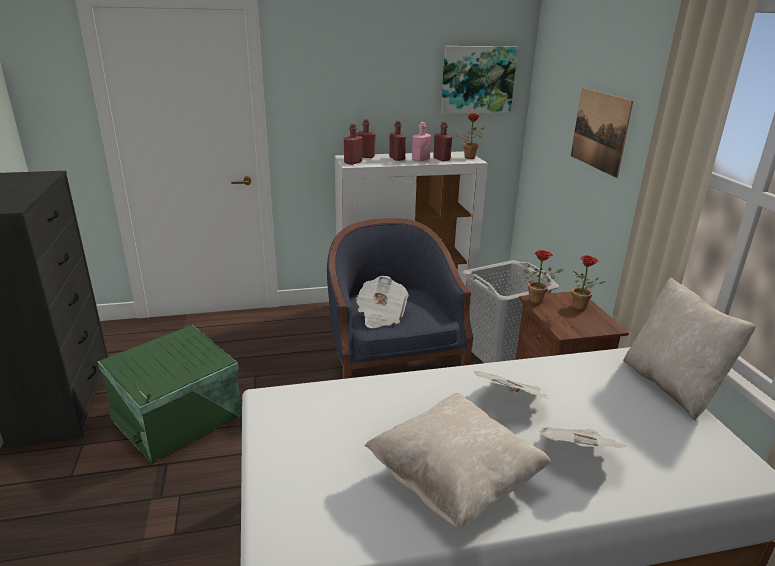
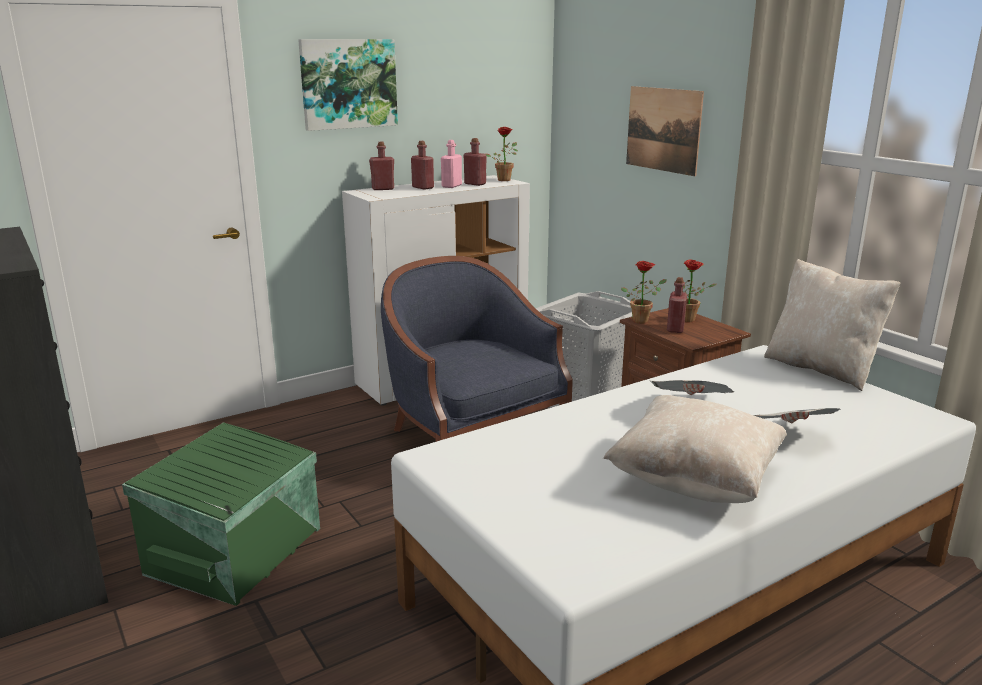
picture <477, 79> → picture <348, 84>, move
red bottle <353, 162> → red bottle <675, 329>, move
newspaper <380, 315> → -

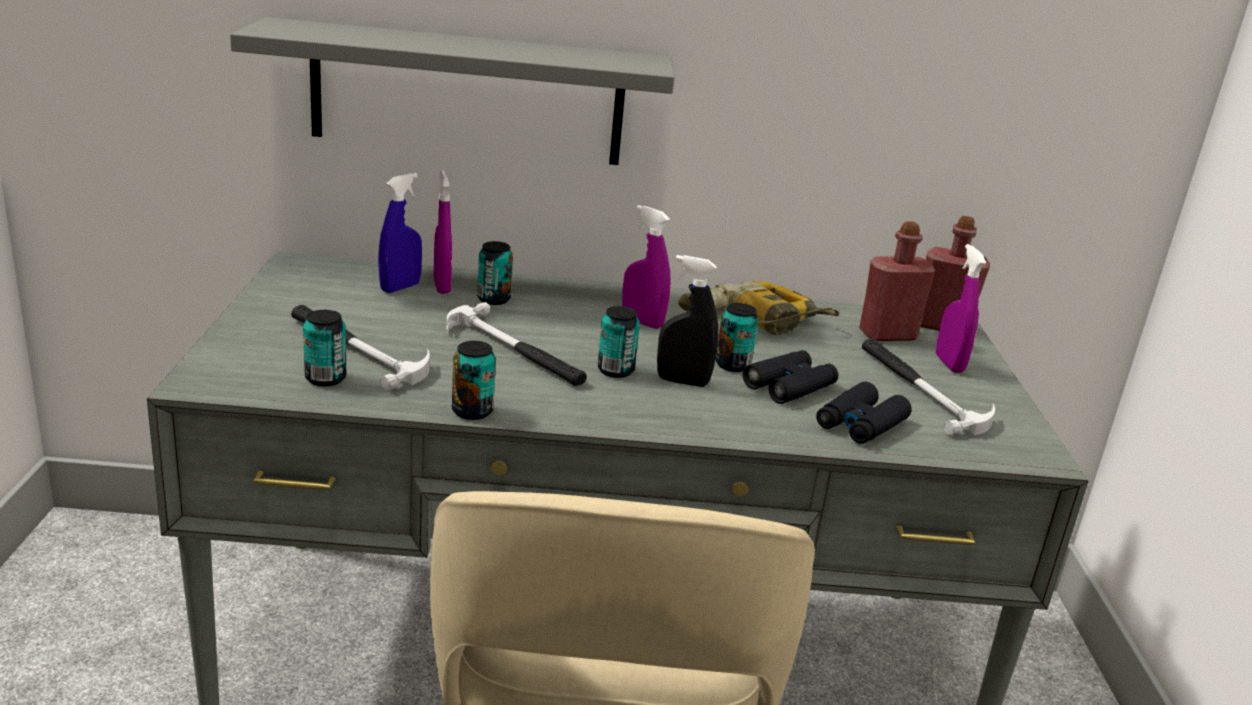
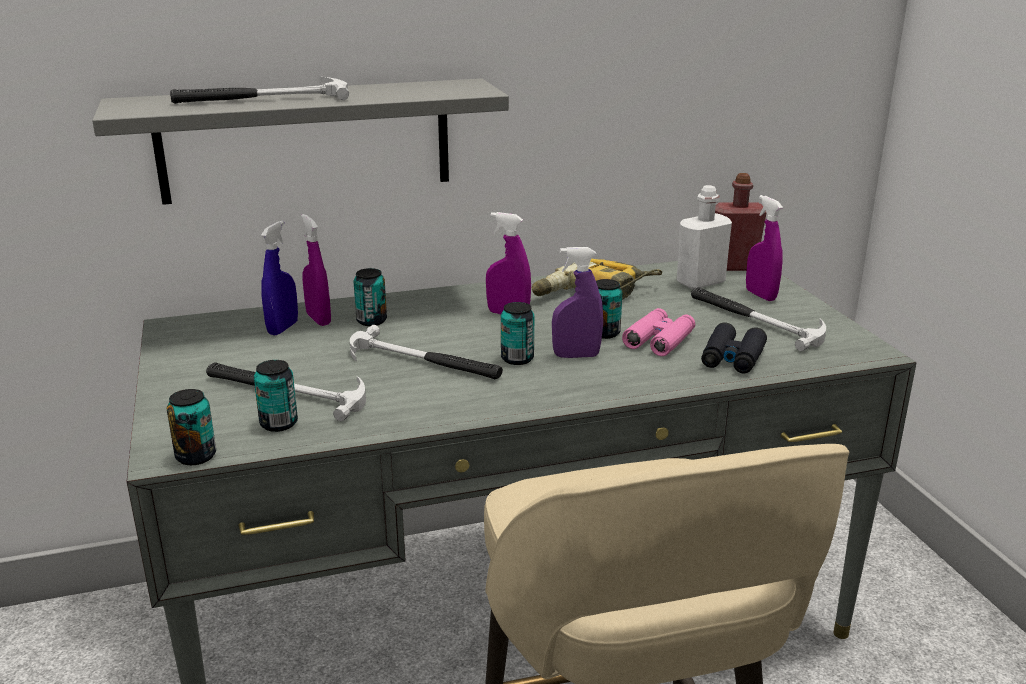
red bottle <887, 335> → white bottle <700, 282>
black spray bottle <682, 381> → purple spray bottle <576, 355>
can <472, 411> → can <196, 456>, move
black binoculars <789, 386> → pink binoculars <659, 340>
- → hammer <261, 99>

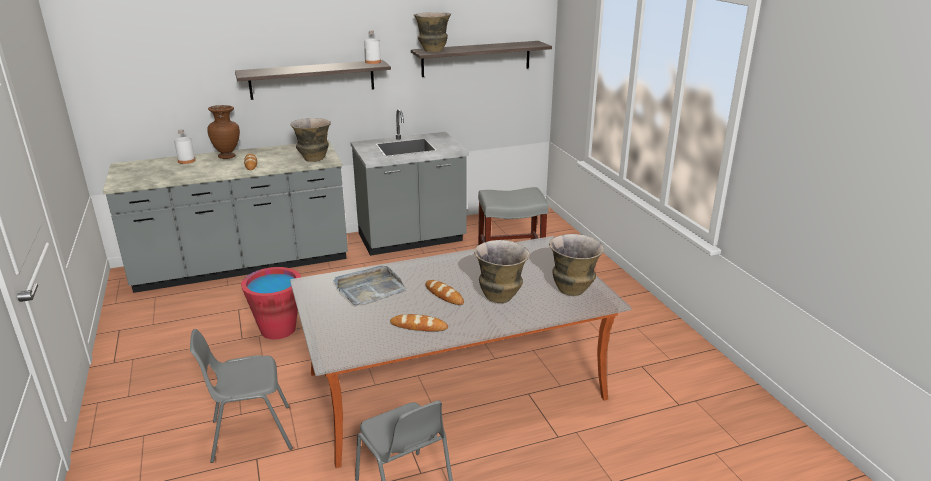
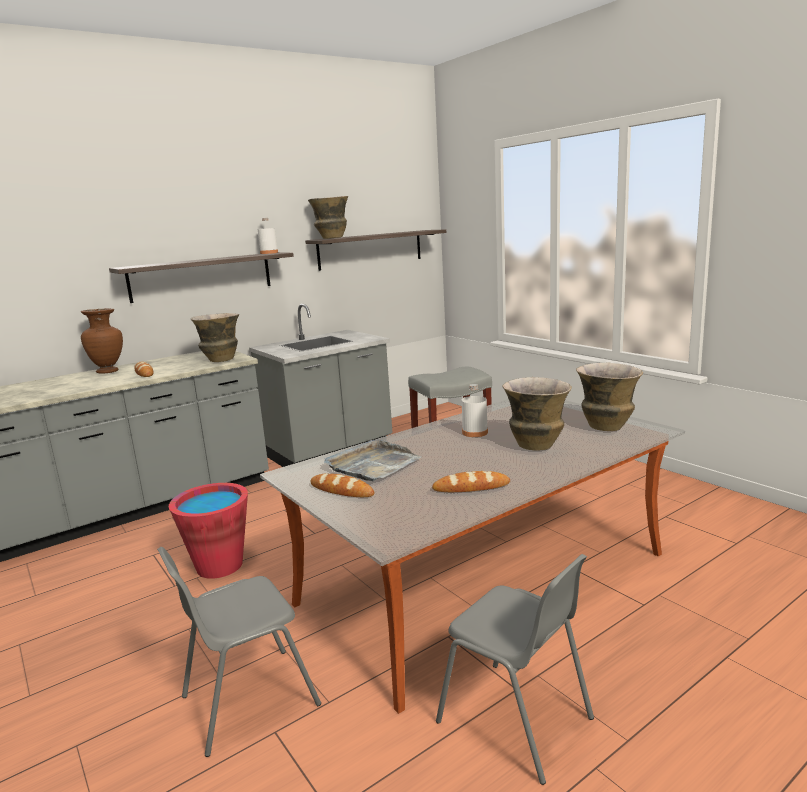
white bottle <186, 161> → white bottle <475, 432>, move
bread <444, 295> → bread <341, 490>, move

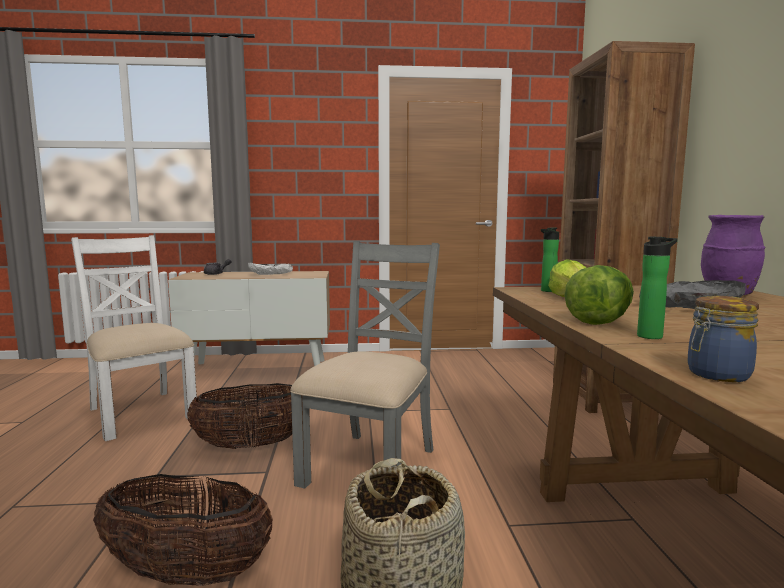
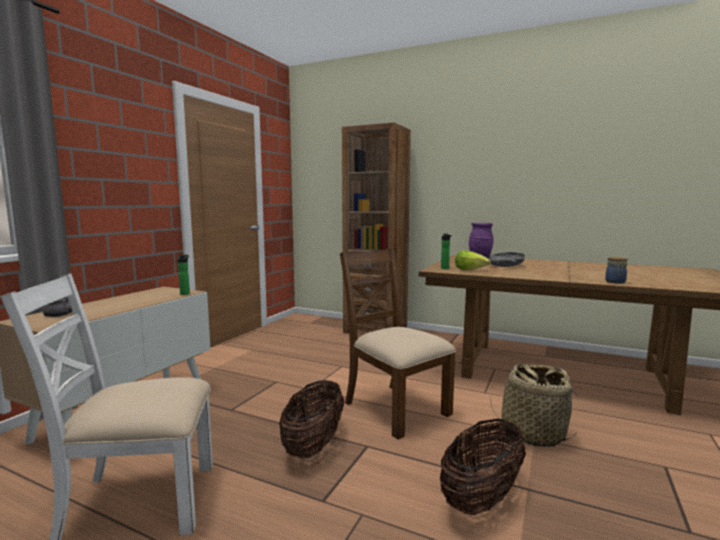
bottle <652, 336> → bottle <185, 293>, move
grey chair <371, 466> → brown chair <395, 408>
white bowl <270, 274> → -
lettuce <600, 320> → -

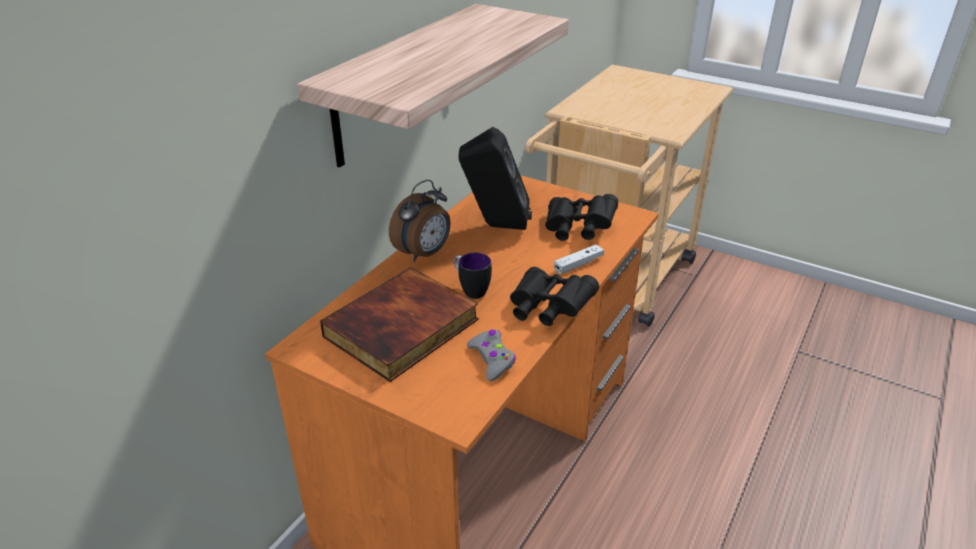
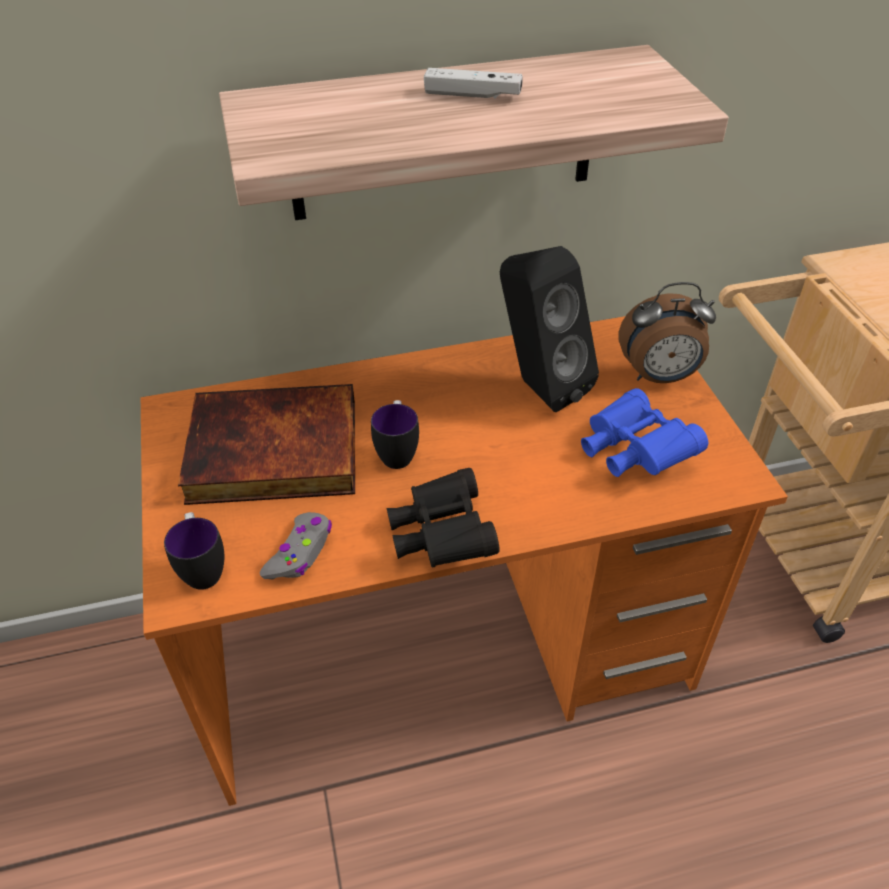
alarm clock <424, 254> → alarm clock <659, 377>, move
black binoculars <578, 229> → blue binoculars <633, 452>
white game controller <578, 264> → white game controller <472, 95>, move
- → mug <203, 568>

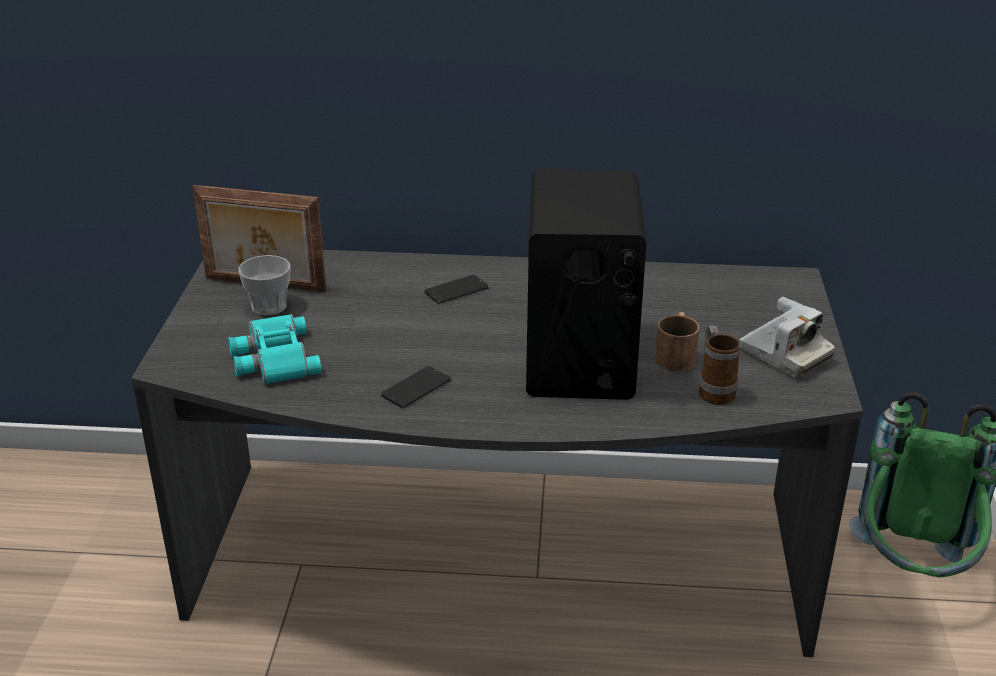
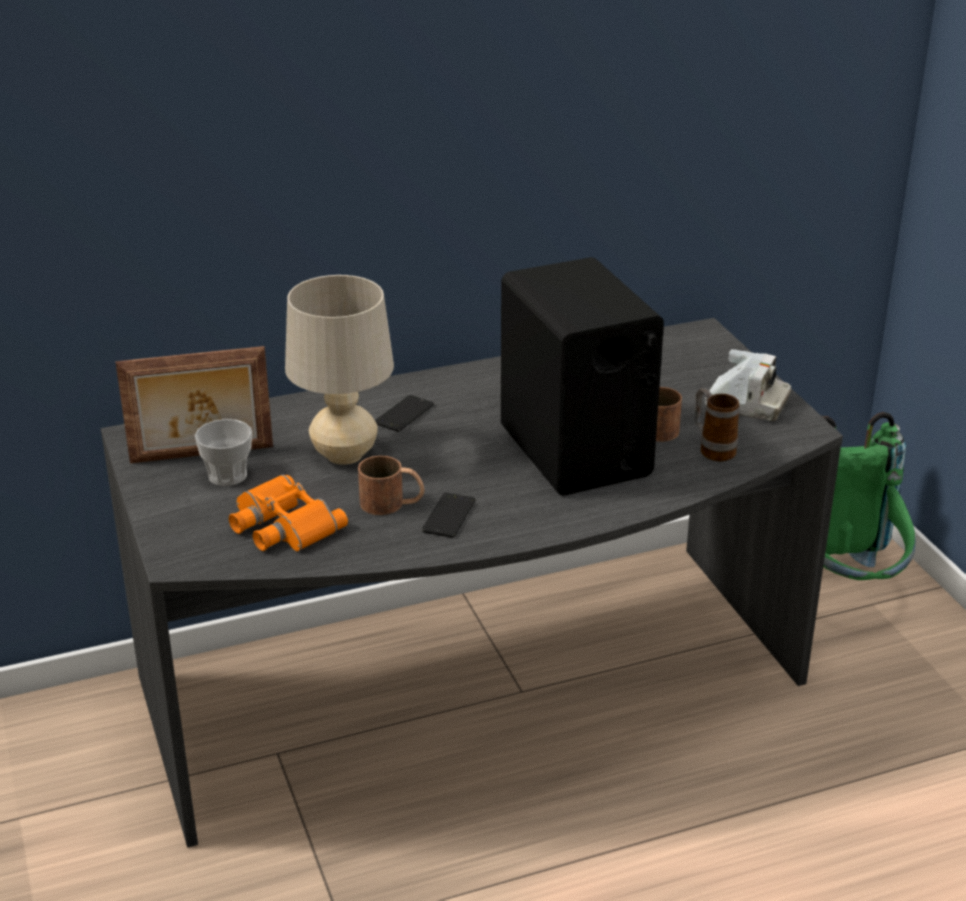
turquoise binoculars <273, 358> → orange binoculars <281, 525>
- → beige table lamp <344, 455>
- → brown mug <392, 503>

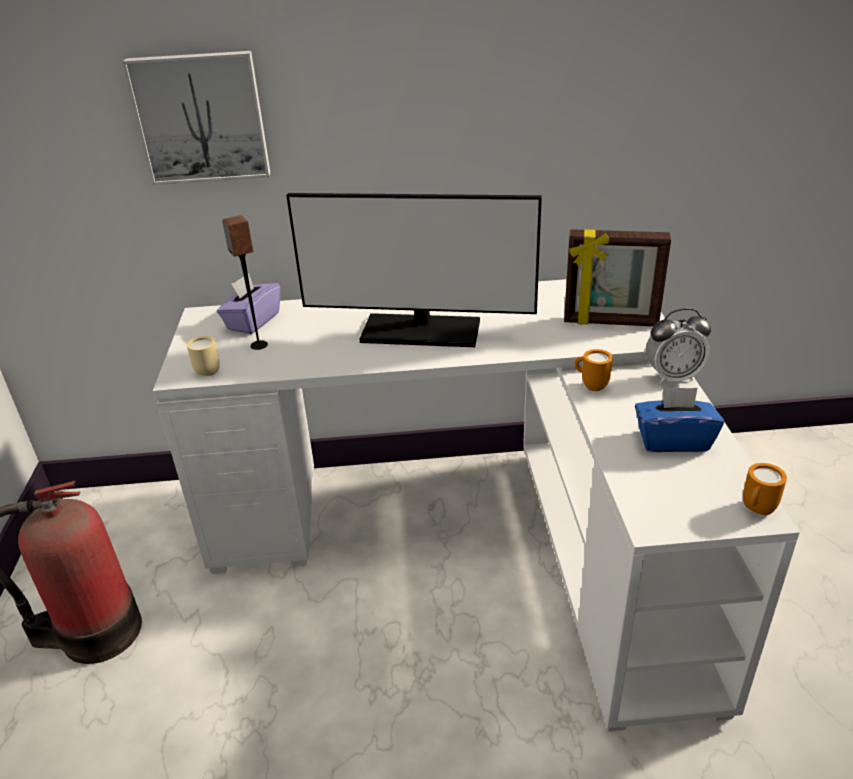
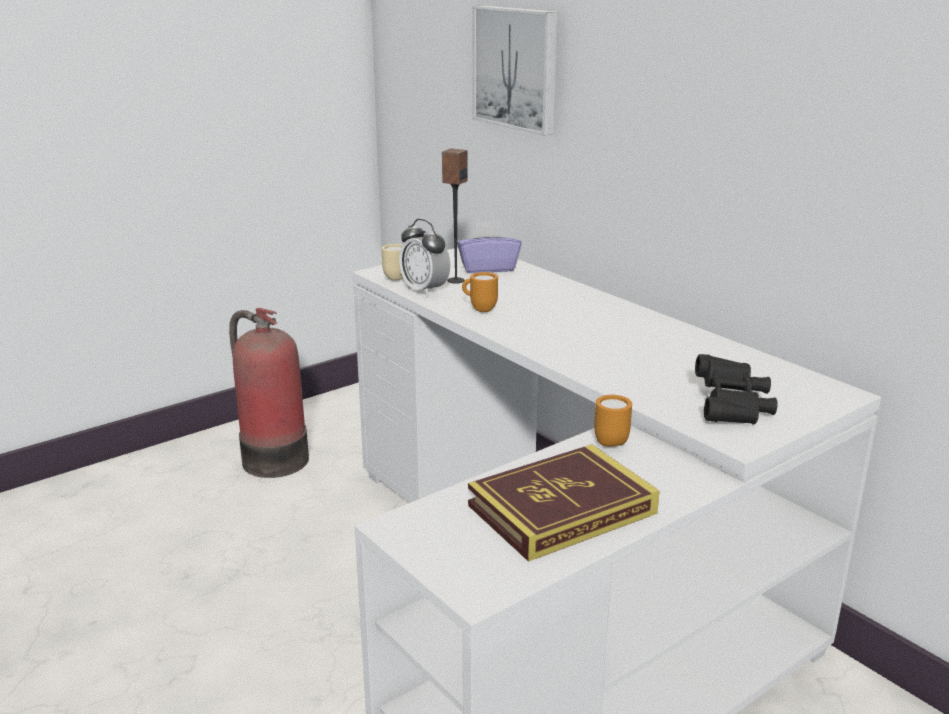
monitor <421, 331> → -
picture frame <610, 322> → black binoculars <732, 408>
alarm clock <672, 377> → alarm clock <425, 290>, move
blue tissue box <673, 440> → book <562, 509>
orange mug <756, 511> → orange mug <479, 309>, move

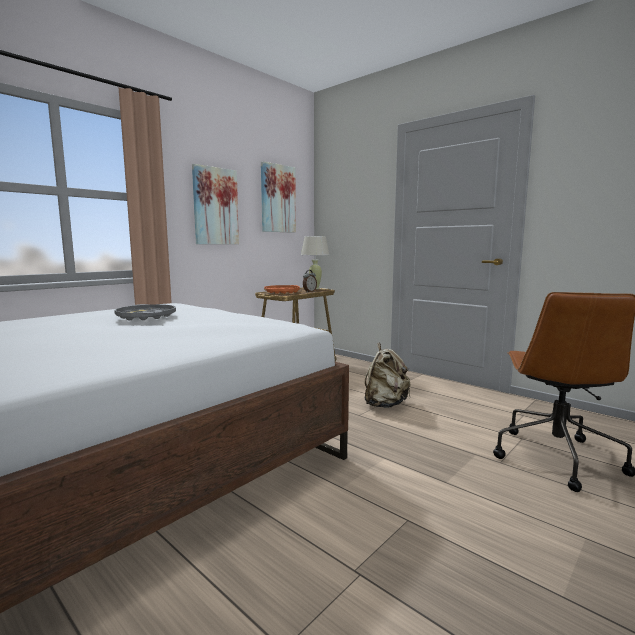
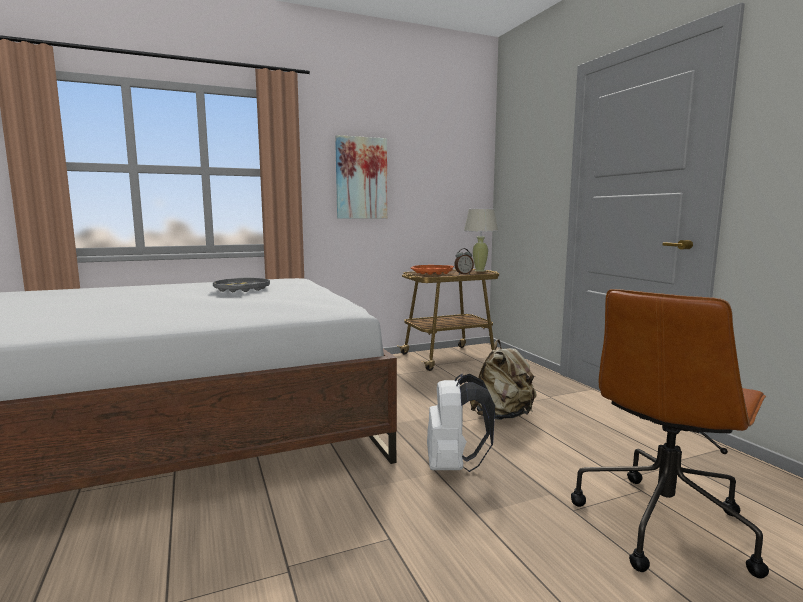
picture <277, 198> → -
- → white backpack <454, 466>

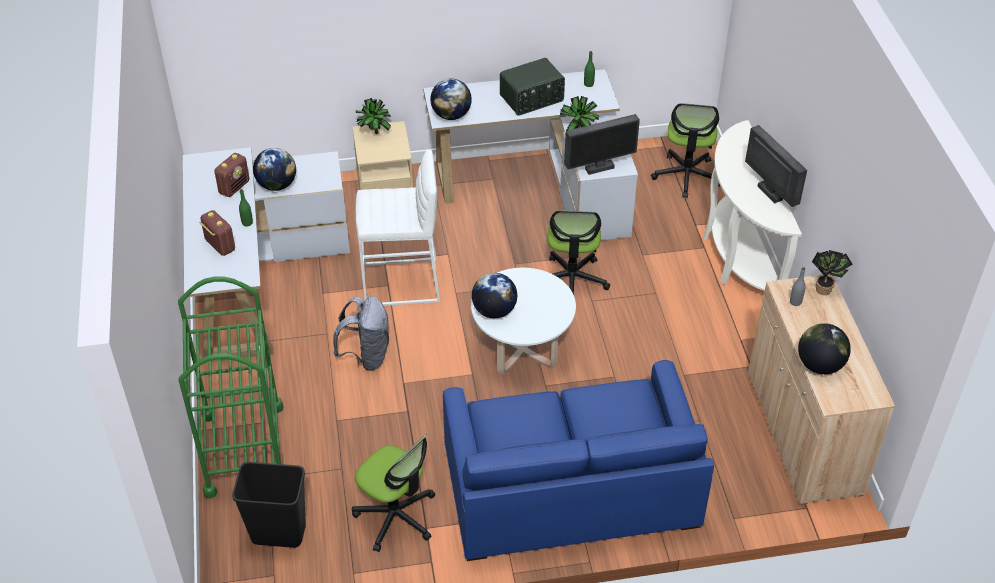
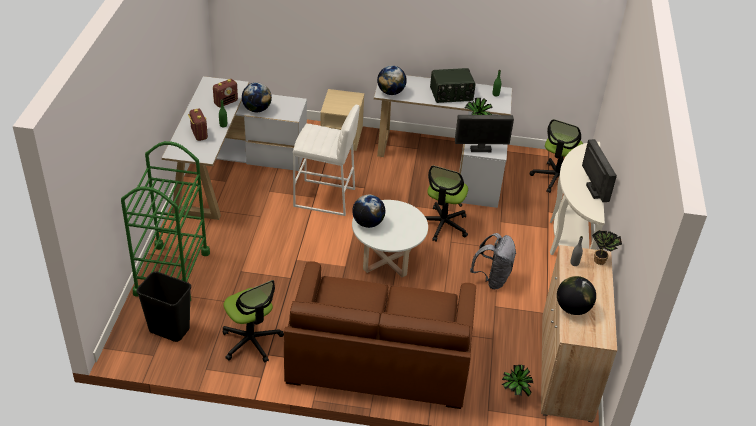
potted plant <374, 134> → potted plant <514, 394>, move
grey backpack <366, 356> → grey backpack <492, 279>, move
blue sofa <569, 487> → brown sofa <379, 356>

